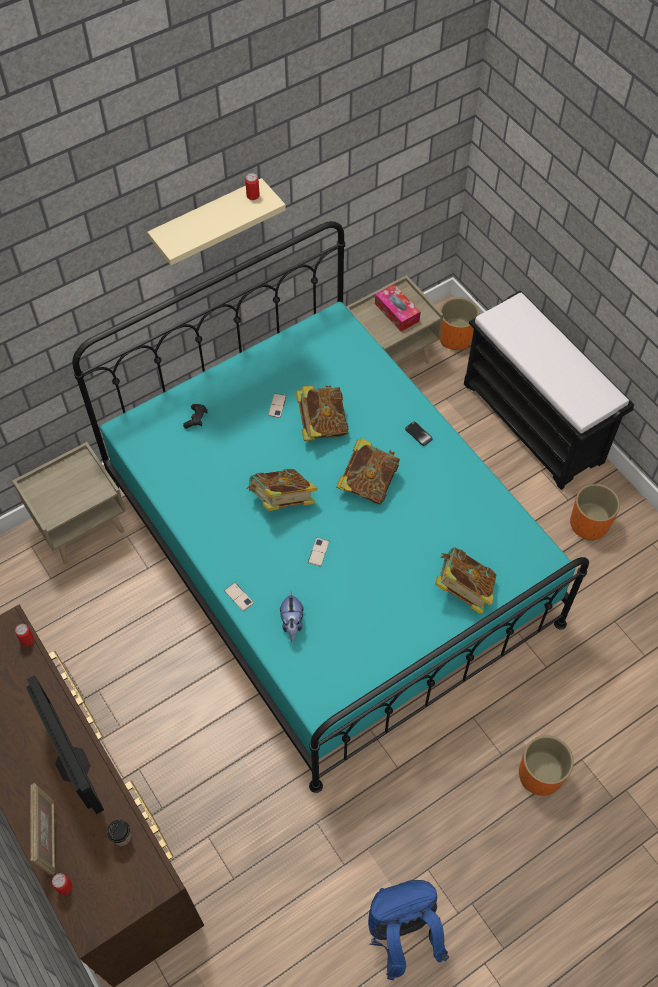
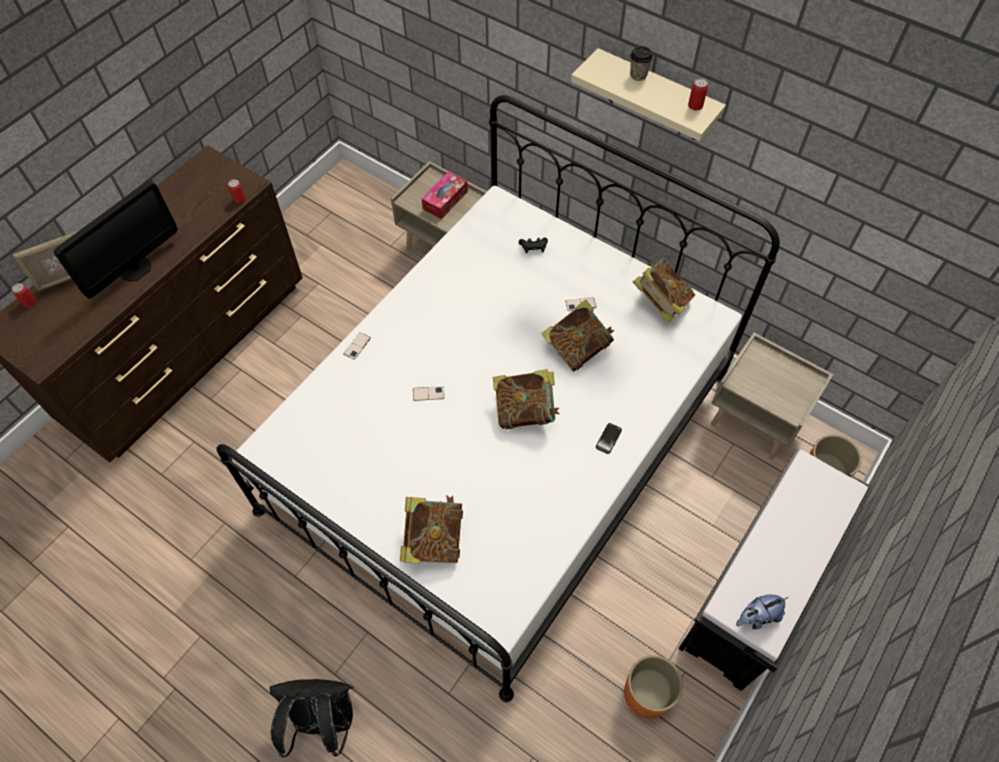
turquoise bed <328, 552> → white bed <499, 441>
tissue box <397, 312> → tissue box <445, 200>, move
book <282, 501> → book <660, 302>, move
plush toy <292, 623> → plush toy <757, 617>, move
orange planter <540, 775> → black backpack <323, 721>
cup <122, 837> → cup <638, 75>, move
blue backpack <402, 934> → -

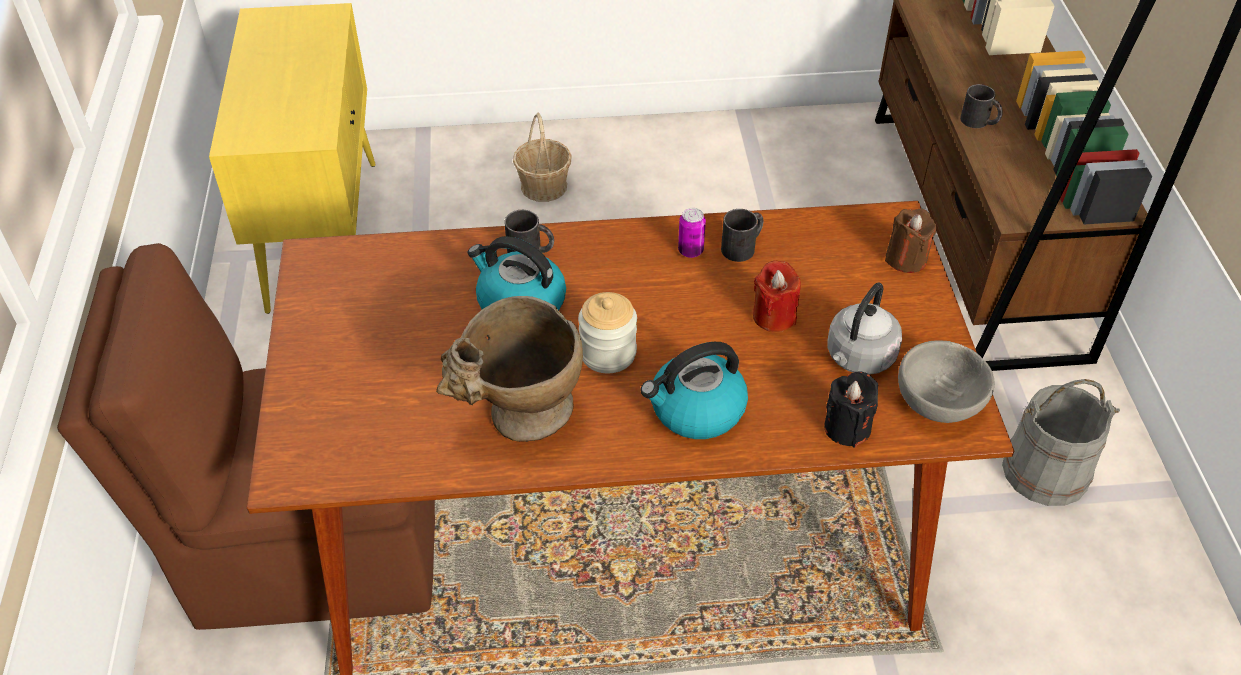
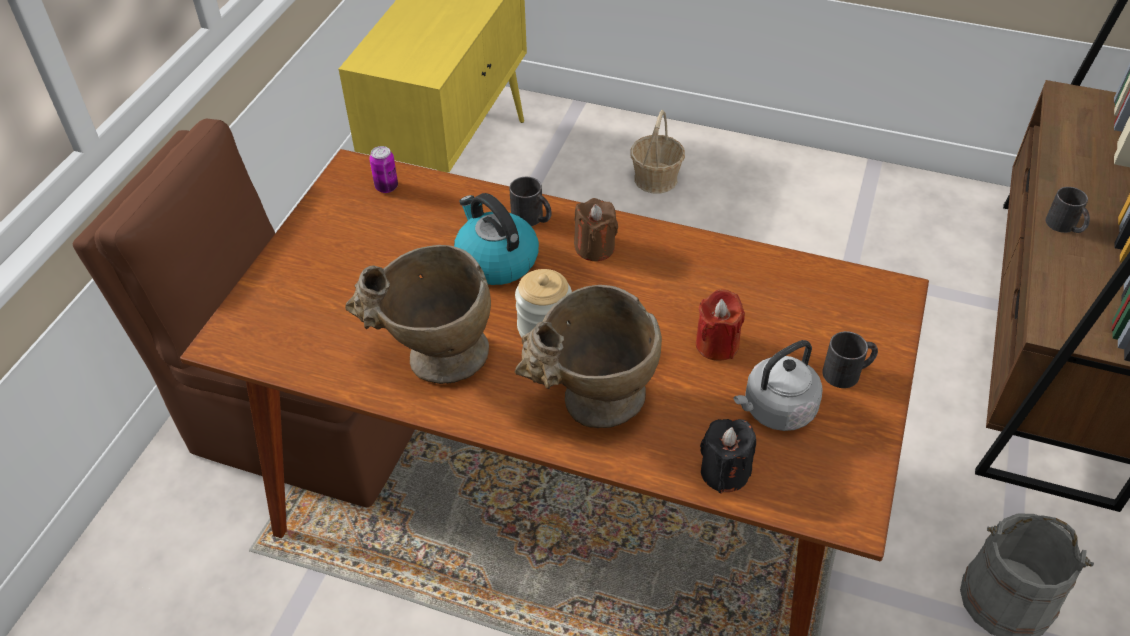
can <690, 251> → can <386, 187>, move
black mug <743, 246> → black mug <848, 372>, move
brown candle <906, 259> → brown candle <594, 247>, move
grey bowl <936, 401> → -
kettle <696, 410> → beige vase <591, 406>

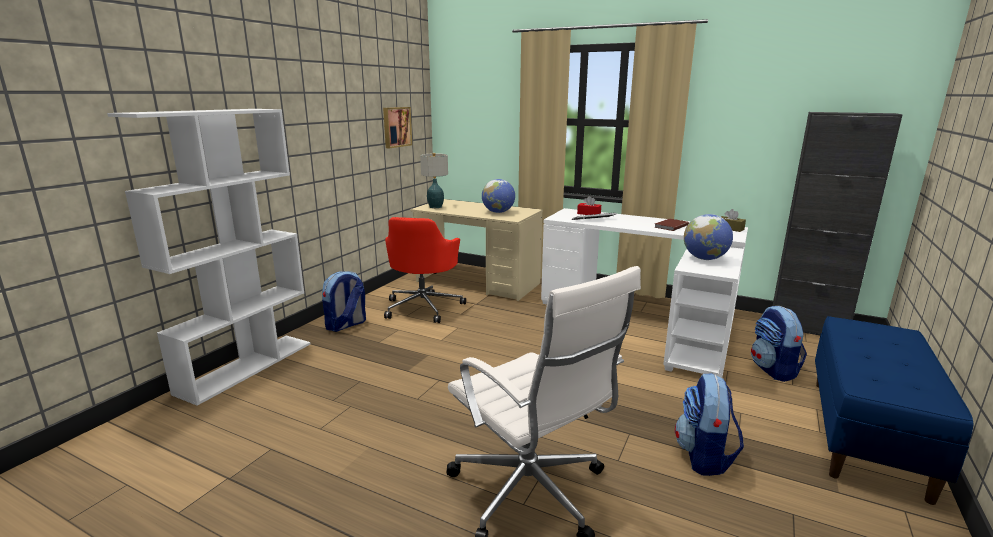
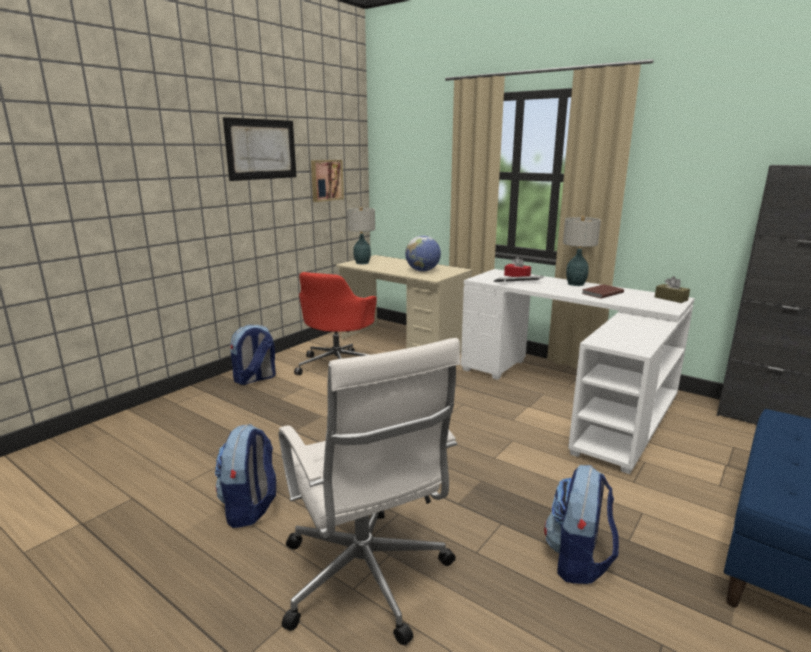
white bookcase <247, 366> → -
globe <704, 259> → -
backpack <773, 370> → backpack <250, 508>, move
- → picture <261, 149>
- → table lamp <576, 284>

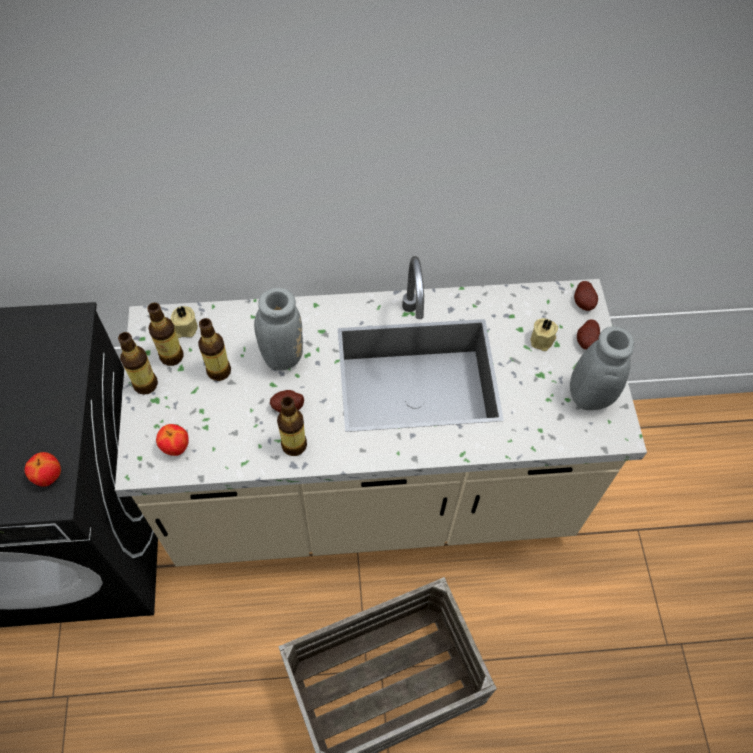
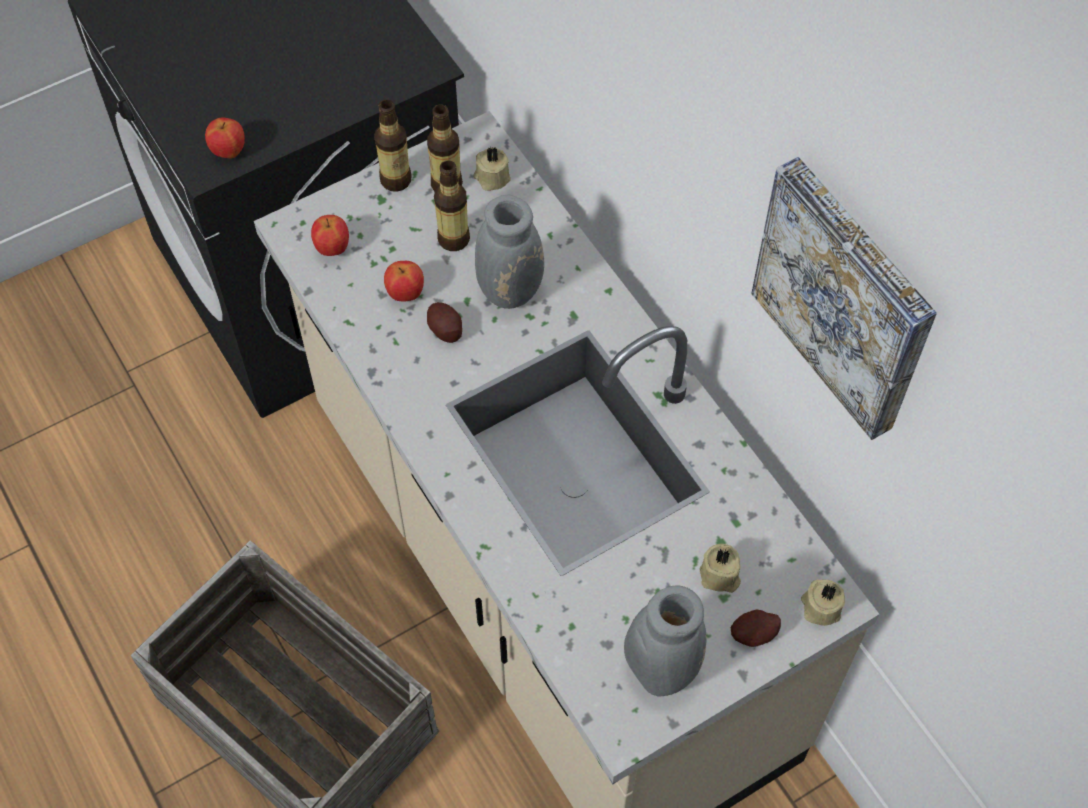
potato <584, 302> → beige candle <820, 607>
bottle <294, 445> → -
- → picture <846, 296>
- → apple <405, 294>

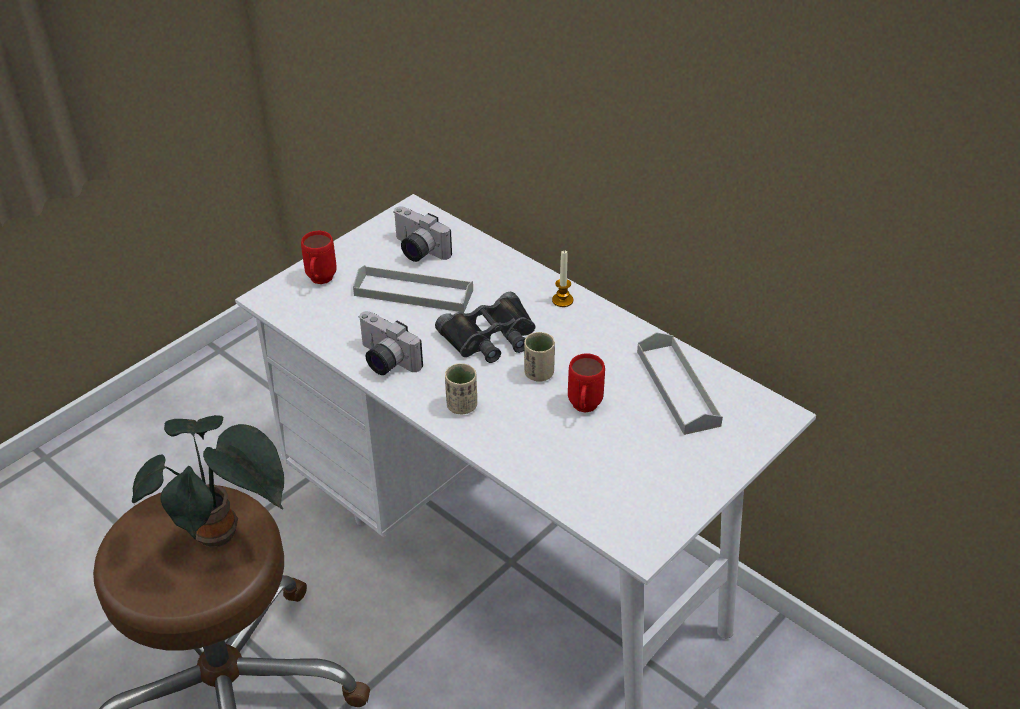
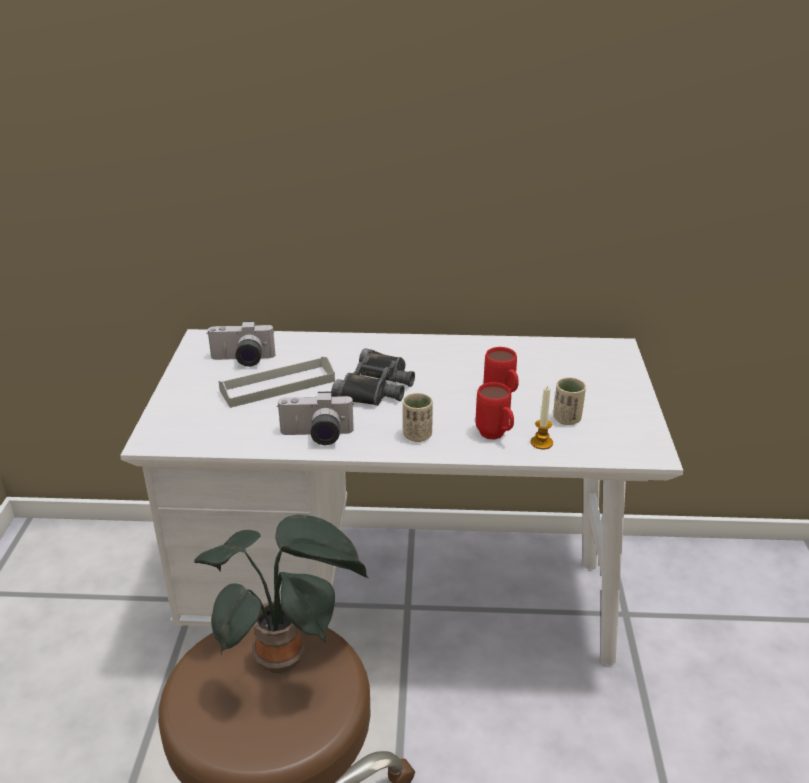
red mug <320, 281> → red mug <495, 436>, move
candle <562, 300> → candle <541, 443>, move
beige cup <539, 374> → beige cup <567, 419>, move
grey tray <677, 388> → -

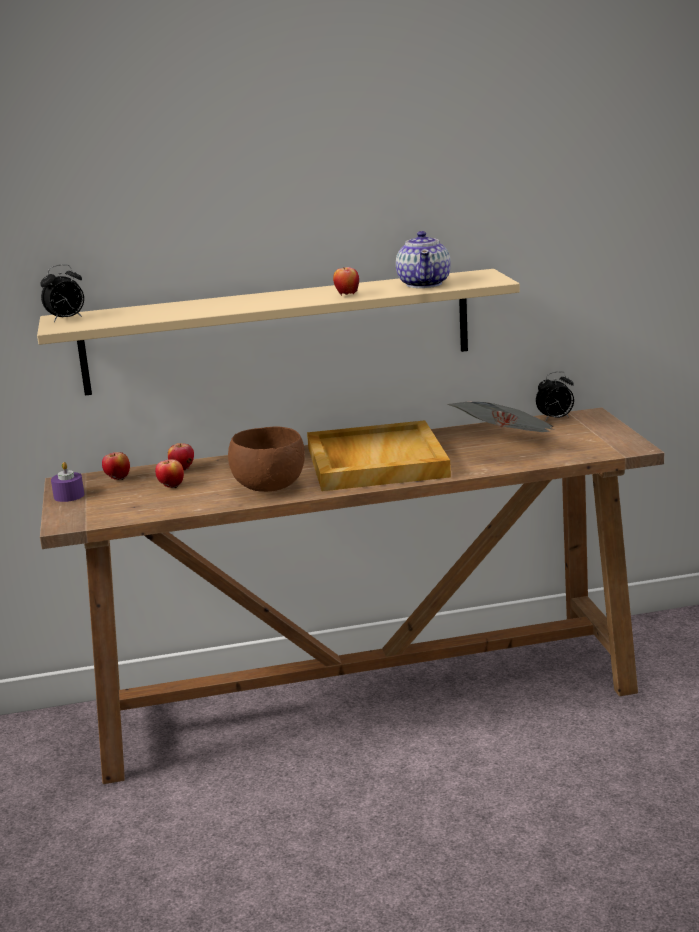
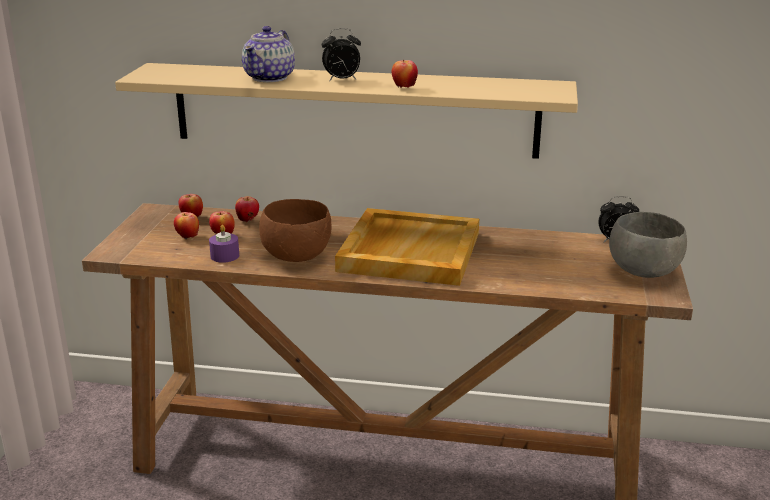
teapot <424, 284> → teapot <270, 77>, move
alarm clock <66, 319> → alarm clock <341, 80>, move
newspaper <506, 446> → -
purple candle <69, 496> → purple candle <225, 256>, move
- → apple <187, 237>
- → grey bowl <643, 271>

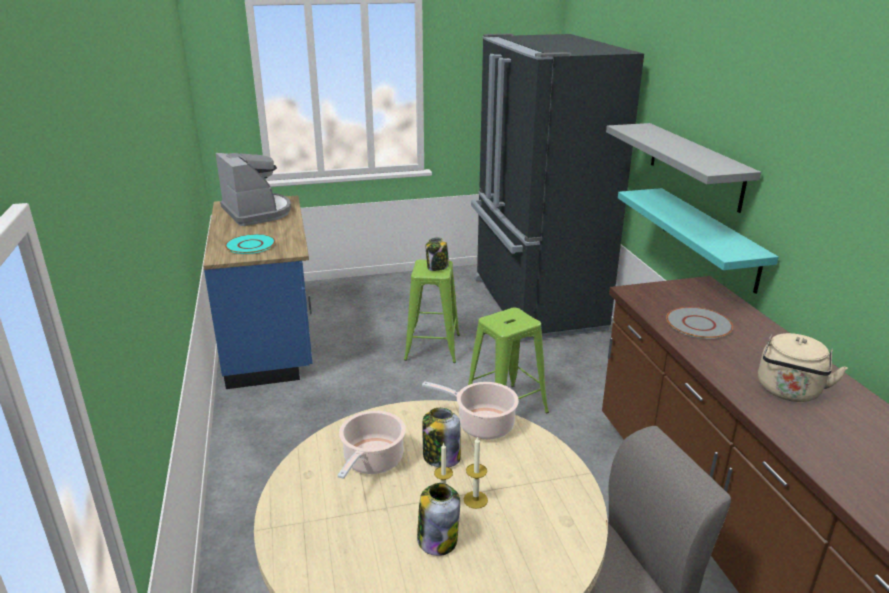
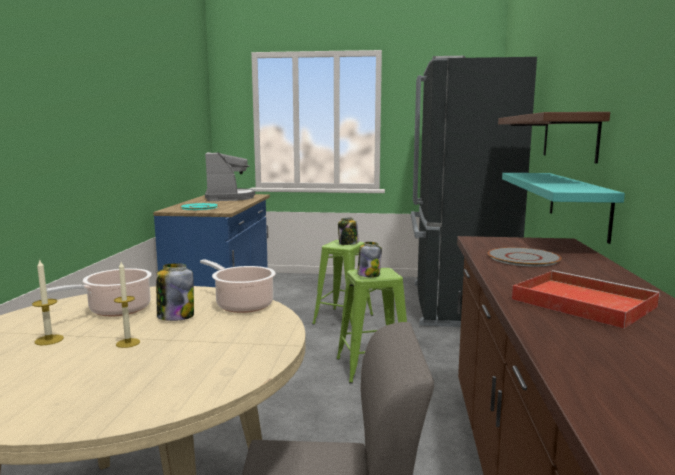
grey shelf <695, 165> → brown shelf <569, 137>
beige kettle <788, 392> → red tray <580, 302>
candle <475, 499> → candle <49, 340>, move
jar <437, 539> → jar <368, 275>, move

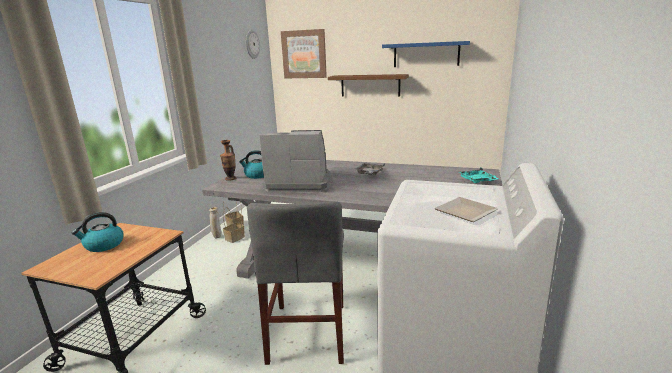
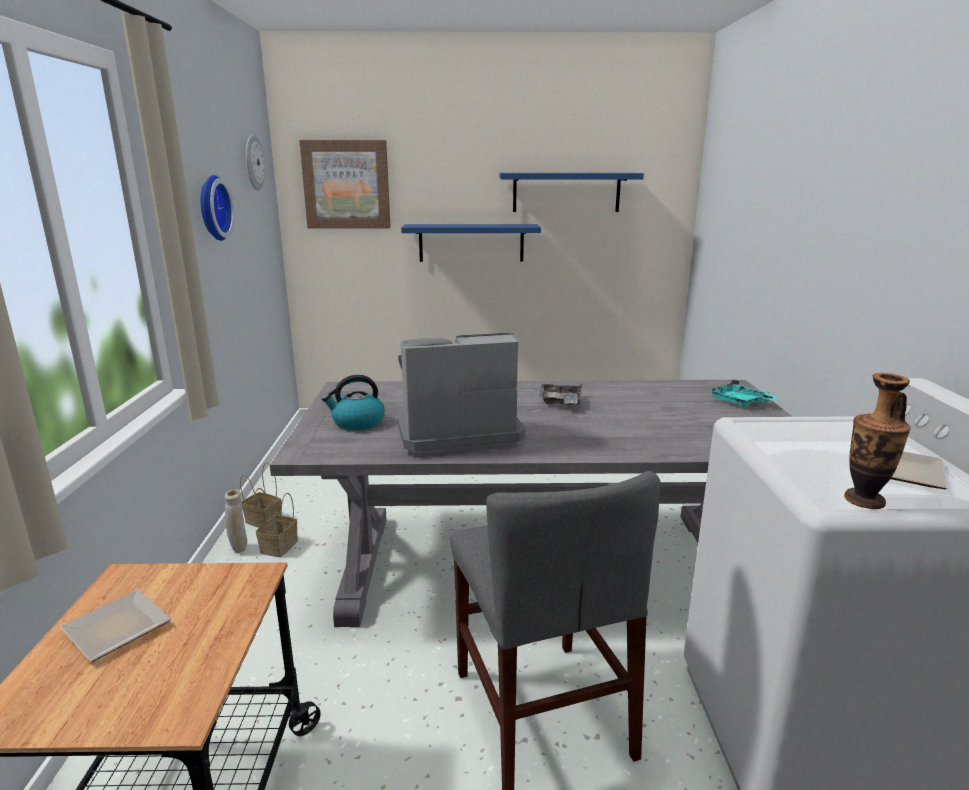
brown shelf <370, 85> → blue shelf <471, 242>
vase <230, 178> → vase <864, 500>, move
kettle <103, 245> → plate <121, 628>
- → wall clock <211, 208>

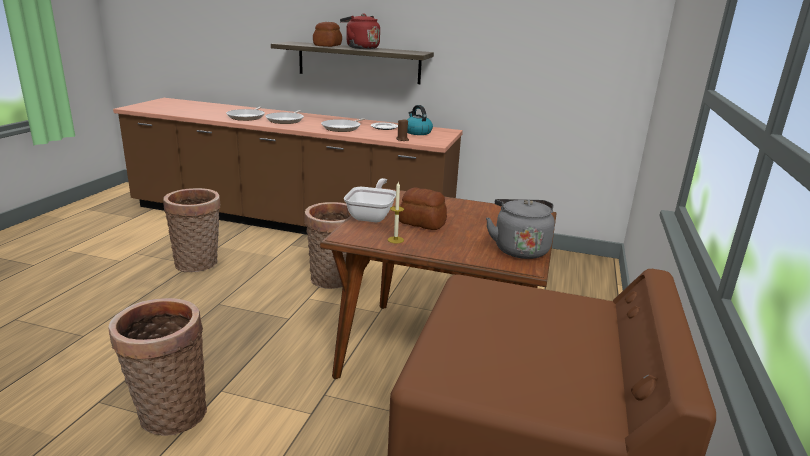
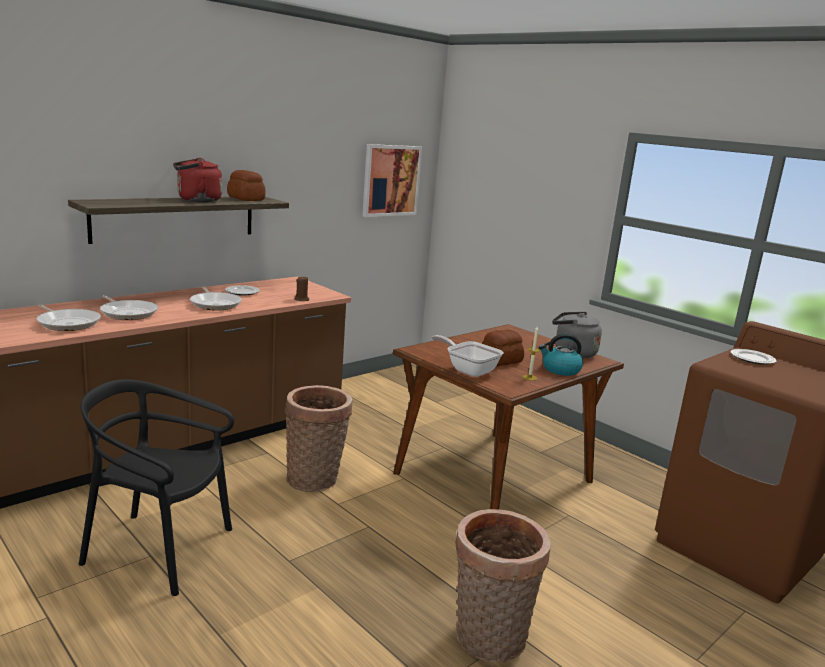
bread <328, 45> → bread <246, 199>, move
kettle <417, 132> → kettle <560, 370>, move
basket <199, 264> → black chair <158, 550>
- → picture <391, 180>
- → plate <751, 359>

